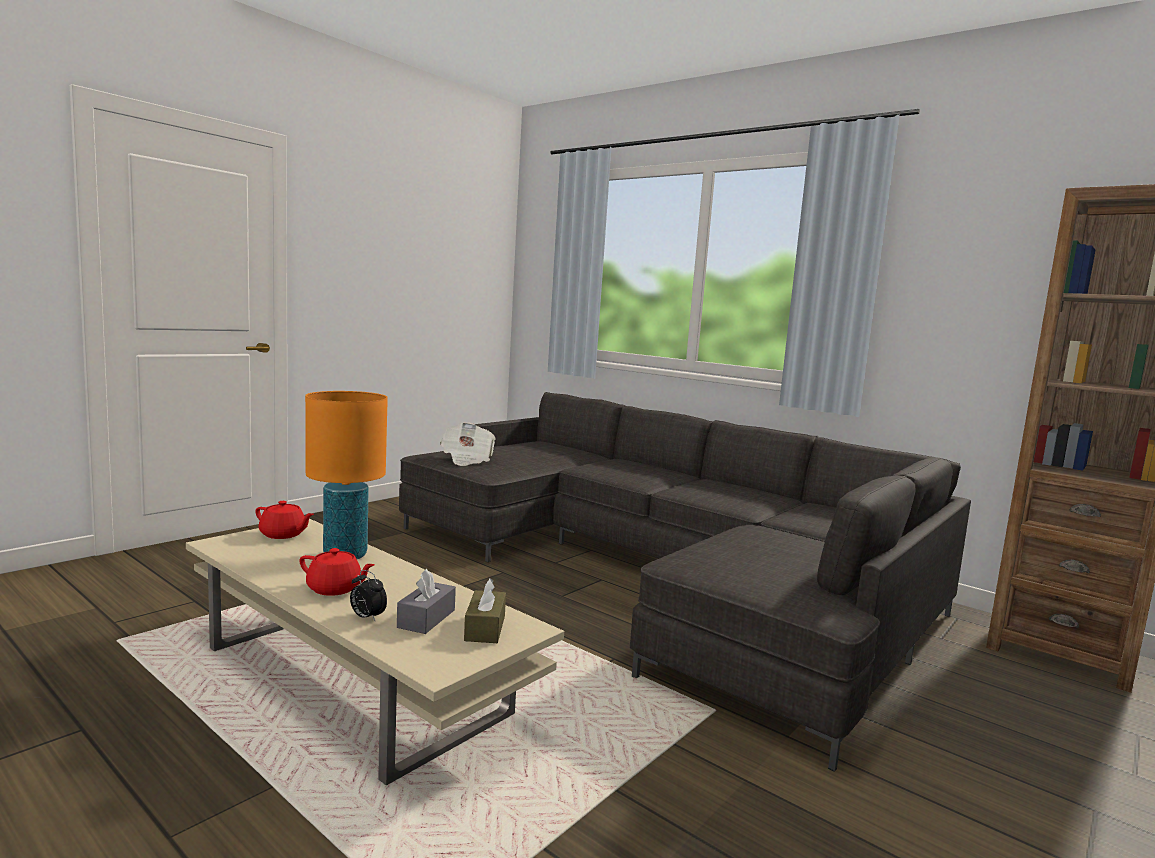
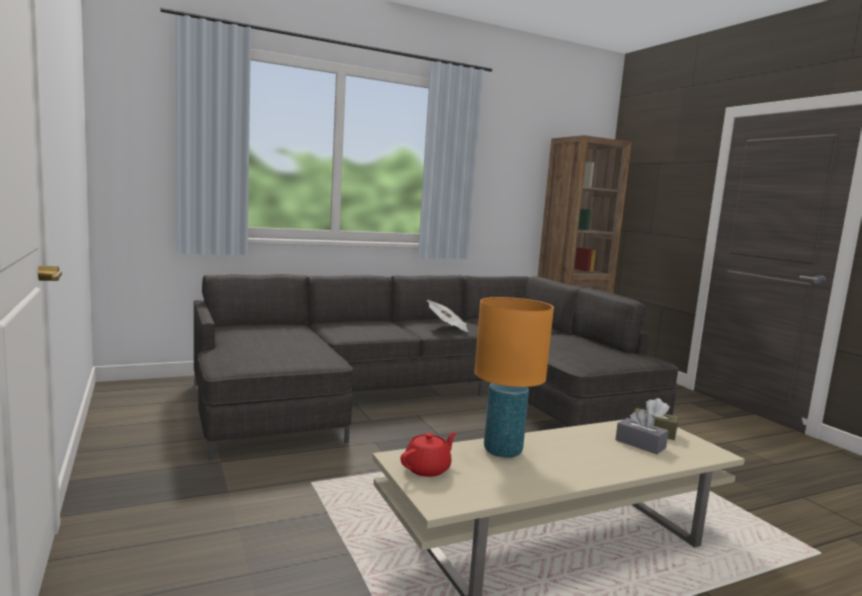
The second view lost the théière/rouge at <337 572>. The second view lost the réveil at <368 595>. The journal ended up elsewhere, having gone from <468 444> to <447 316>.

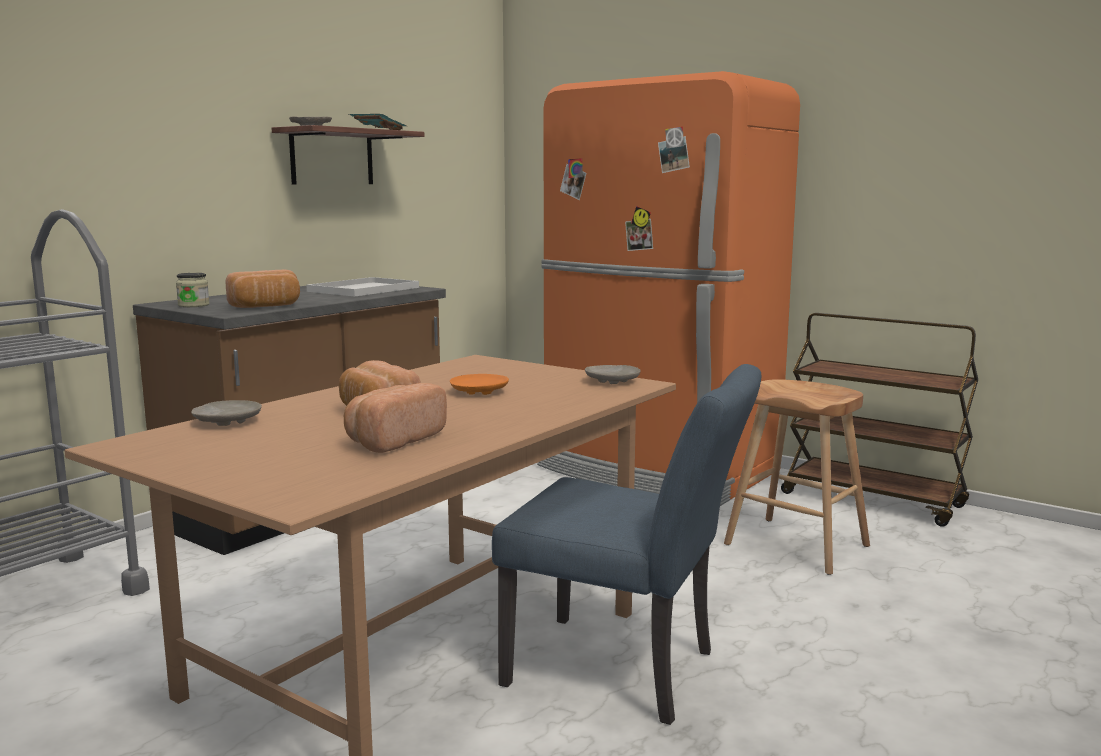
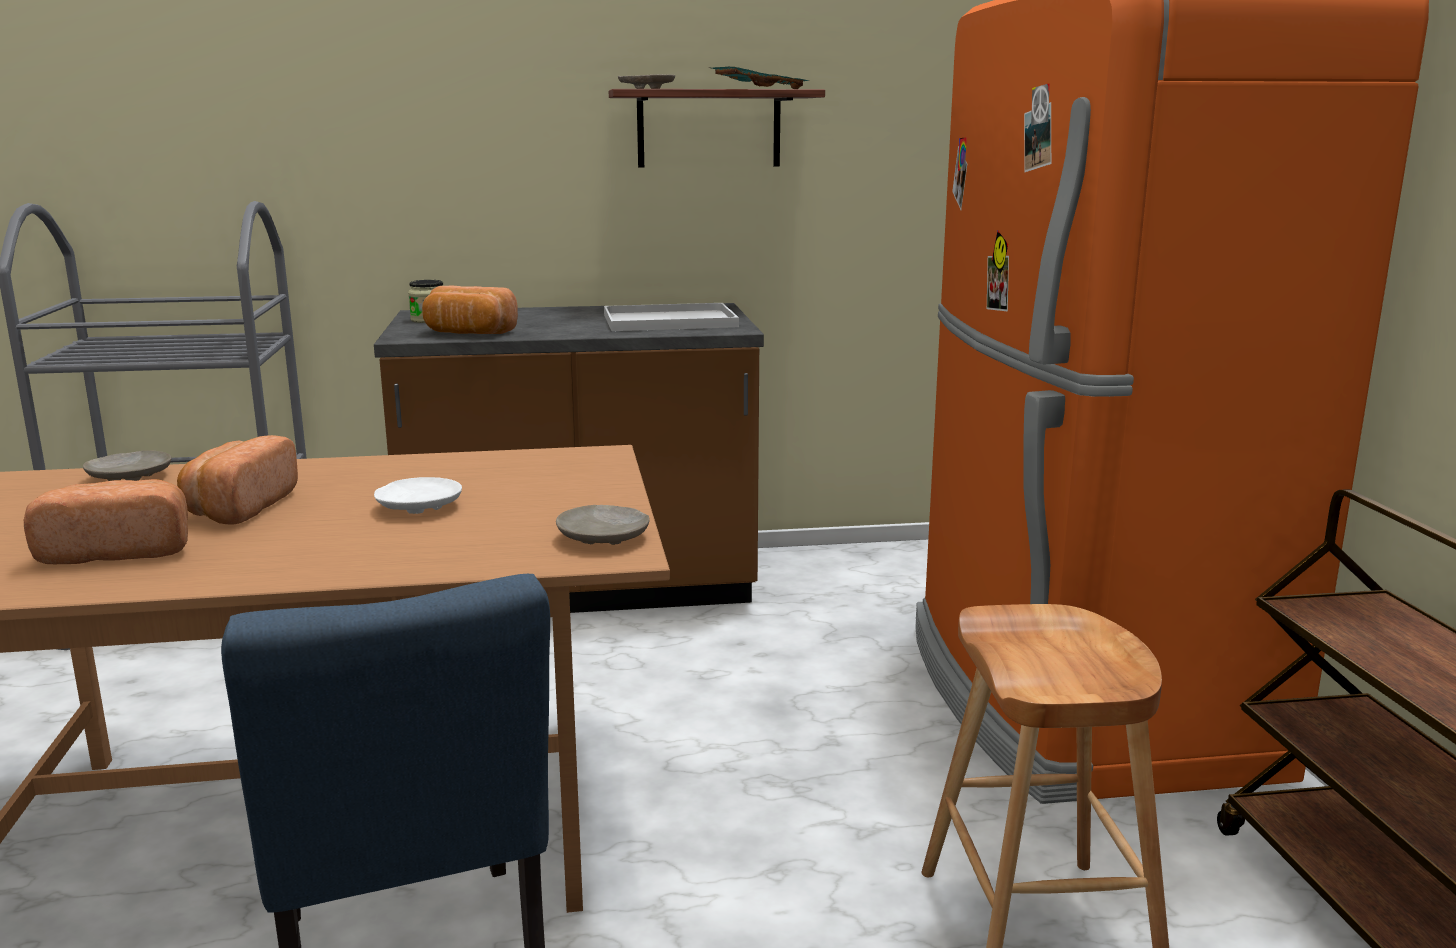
What was the assiette/orange at <479 384> turned into the assiette/blanc at <418 495>.

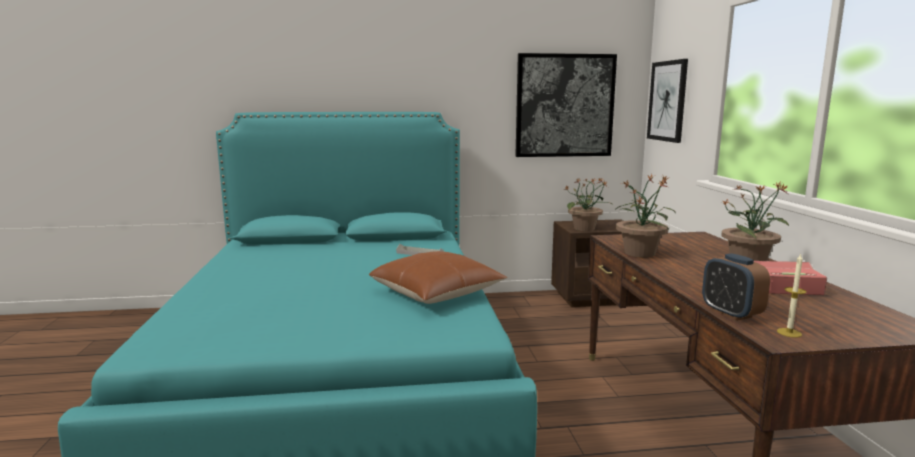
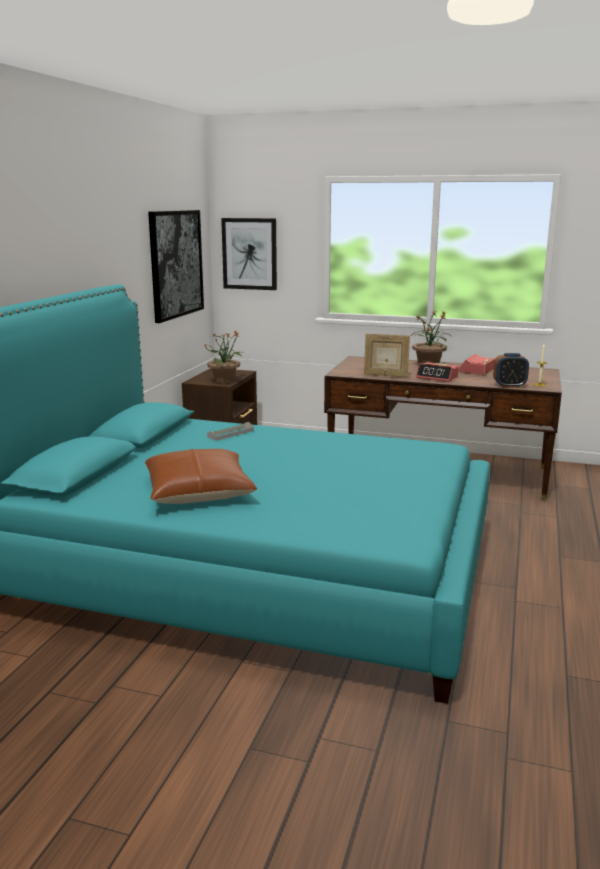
The coussin/marron ended up elsewhere, having gone from <438 277> to <201 476>. Where the plante en pot stood at <645 215>, the cadre photo came to stand at <387 355>. The second view gained the réveil at <437 372>.

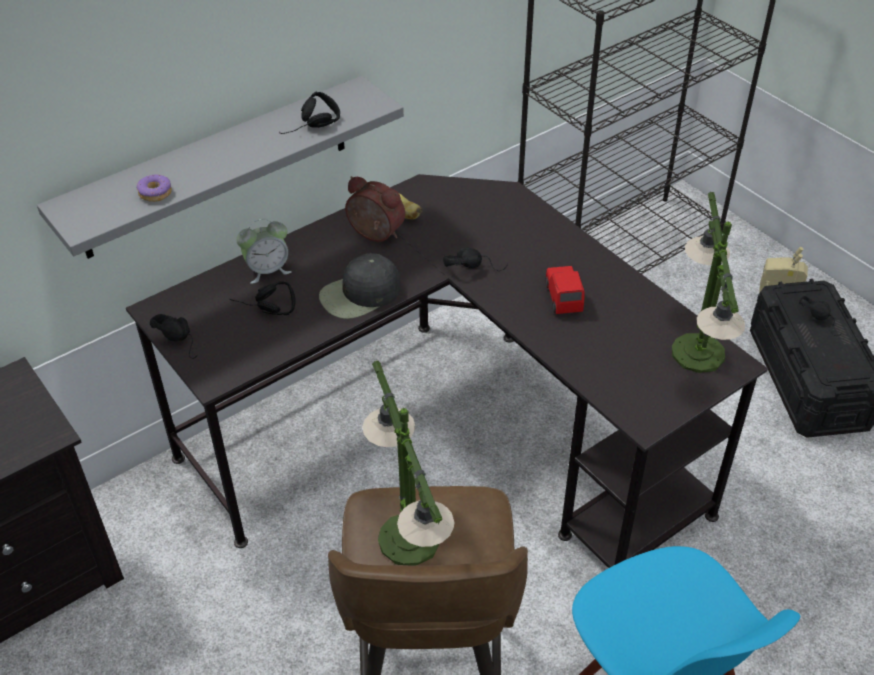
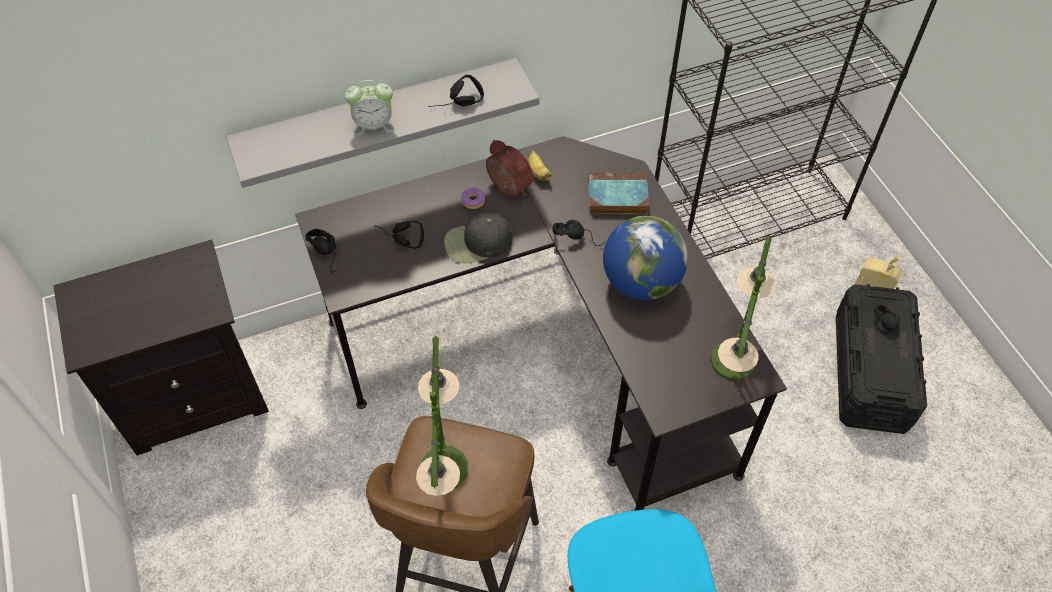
The beignet ended up elsewhere, having gone from <154 188> to <473 198>. The réveil ended up elsewhere, having gone from <264 251> to <369 108>. Where the petite voiture/rouge stood at <565 290>, the globe came to stand at <645 258>. The second view gained the livre at <618 193>.

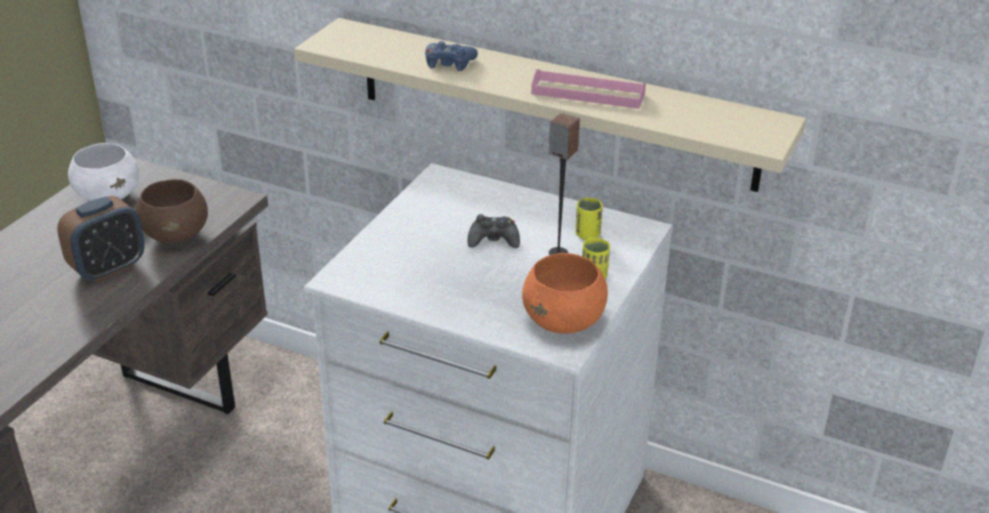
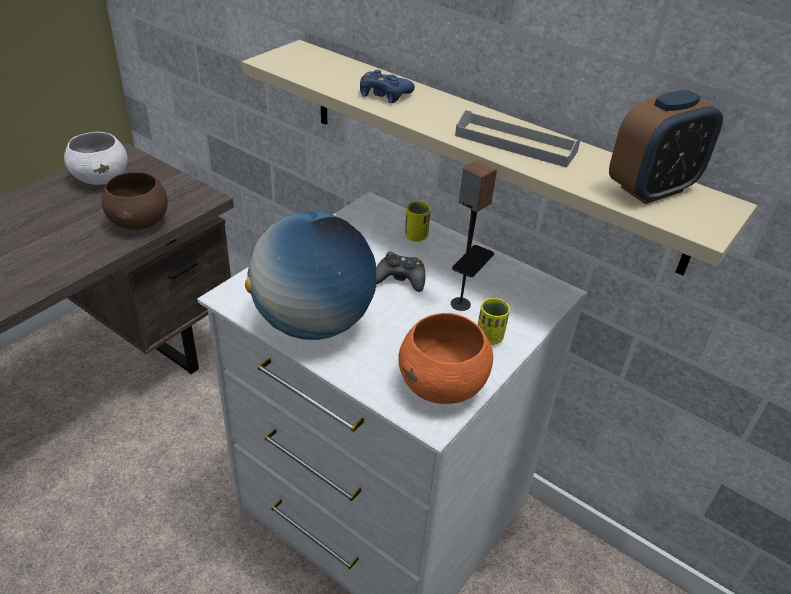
The réveil ended up elsewhere, having gone from <101 239> to <666 147>. What was the plateau/rose at <588 89> turned into the plateau/gris at <517 139>. The tasse/jaune ended up elsewhere, having gone from <589 219> to <418 221>. The second view gained the globe at <310 275>. The second view gained the téléphone at <473 261>.

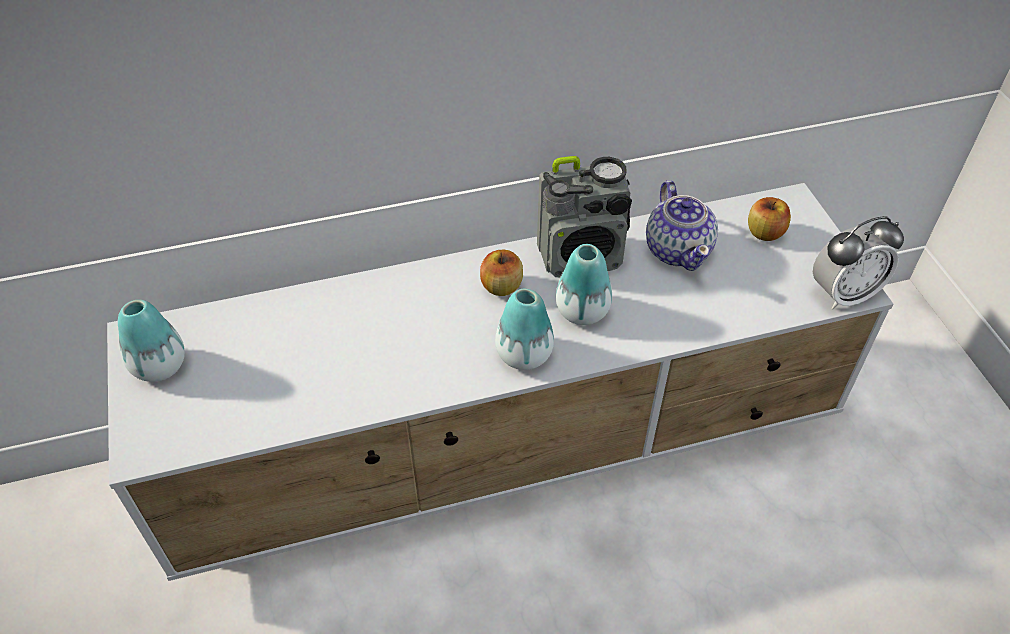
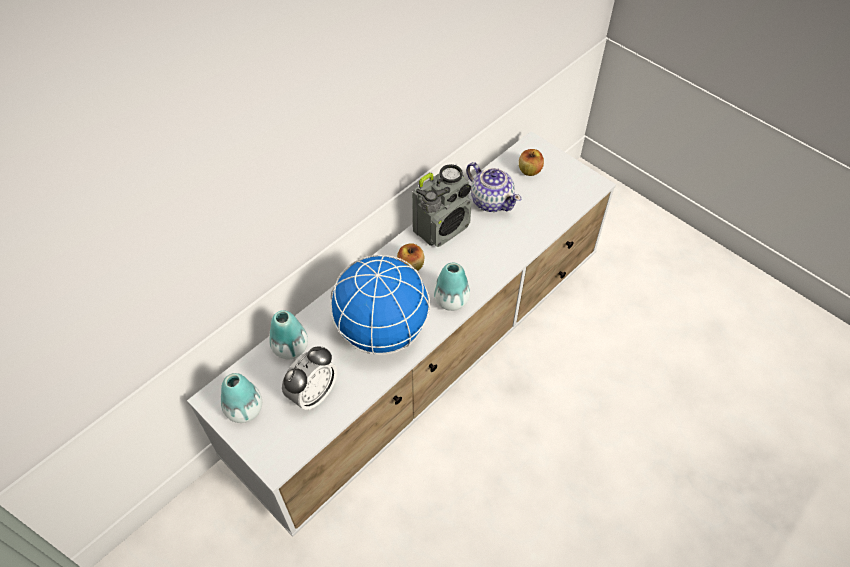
The vase ended up elsewhere, having gone from <584 284> to <288 334>. The réveil ended up elsewhere, having gone from <858 262> to <309 378>. The second view gained the globe at <380 305>.

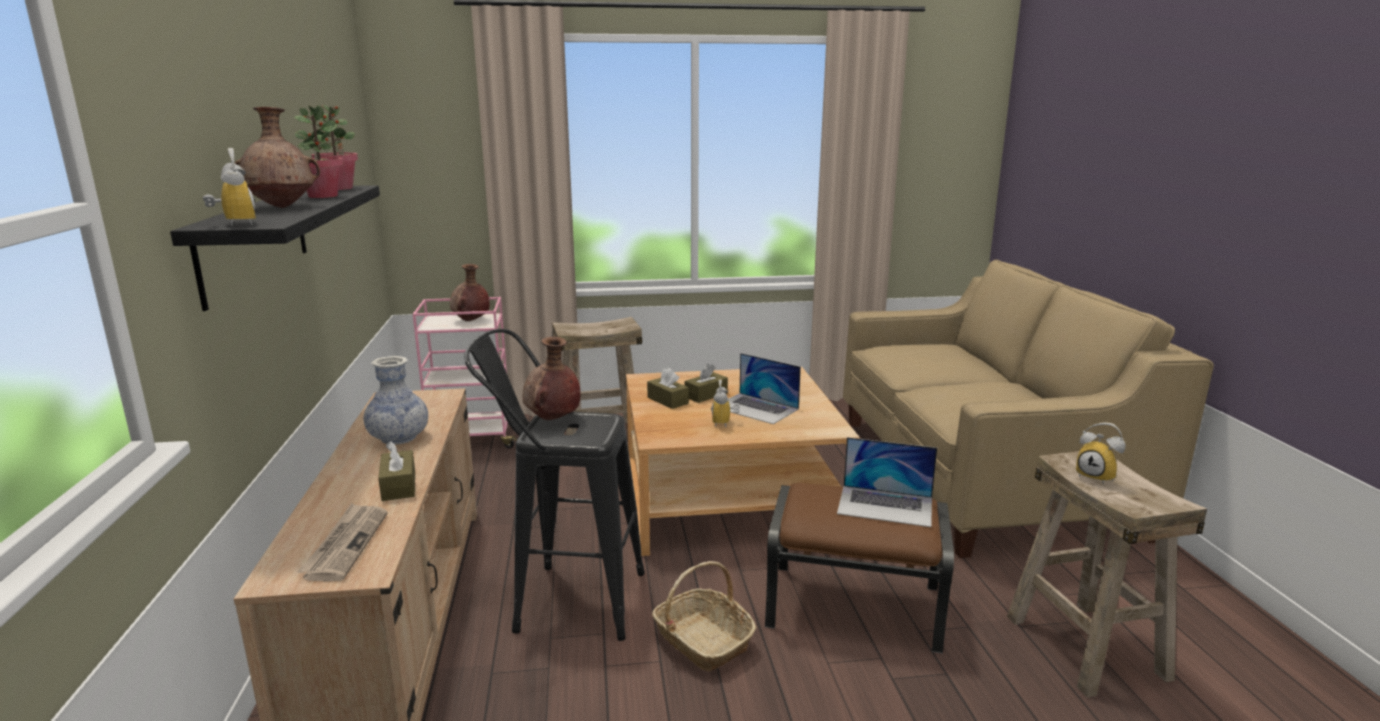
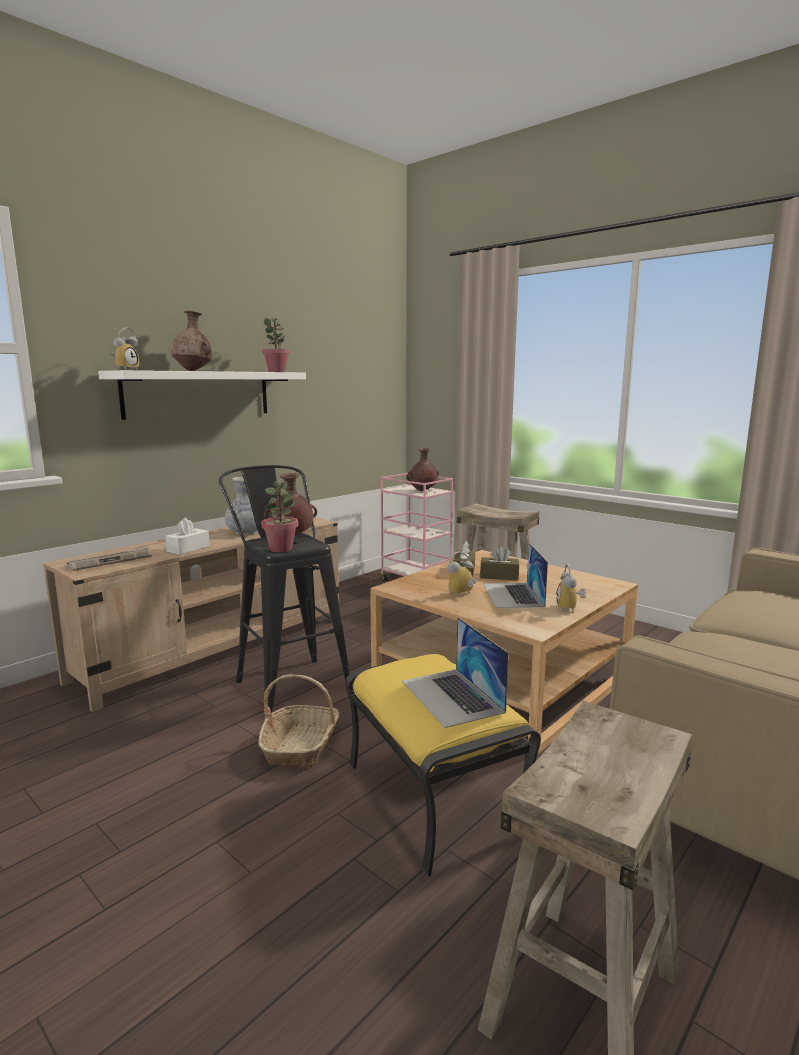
What was the étagère/noir at <275 248> turned into the étagère/blanc at <202 395>. The plante en pot ended up elsewhere, having gone from <318 152> to <280 516>. What was the boîte à mouchoirs/marron at <396 471> turned into the boîte à mouchoirs/blanc at <187 536>. What was the pouf/marron at <859 568> turned into the pouf/jaune at <443 765>. The réveil ended up elsewhere, having gone from <1100 453> to <571 588>.

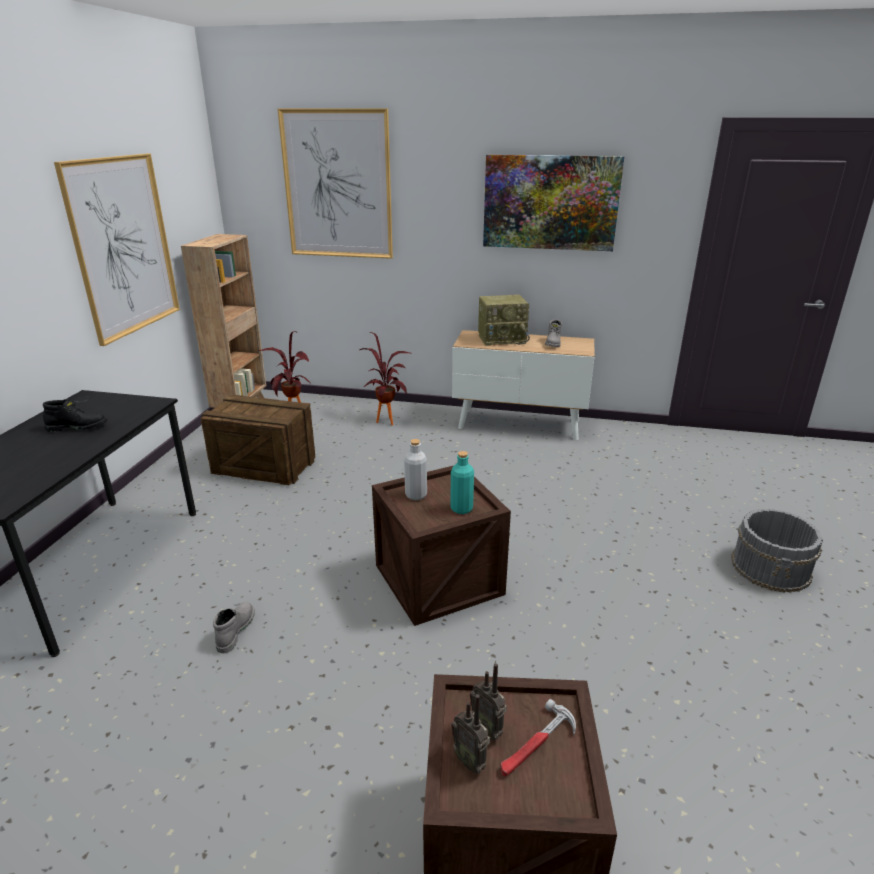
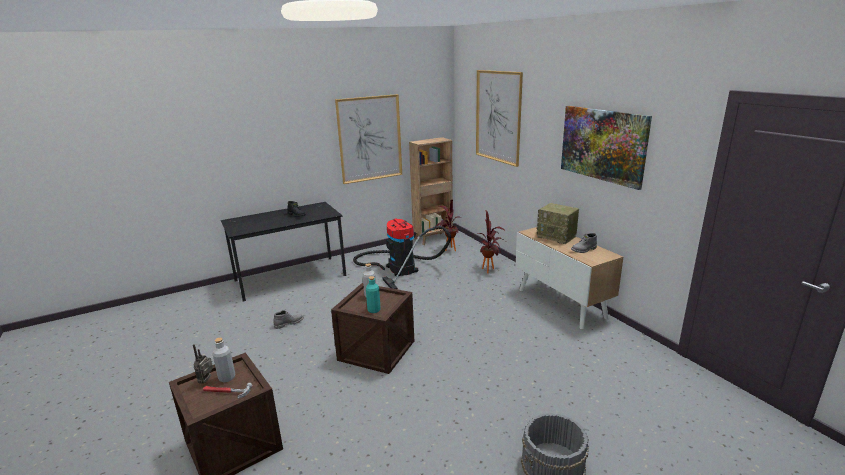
Where the caisse stood at <257 440>, the aspirateur came to stand at <402 253>. Where the radio stood at <488 701>, the bouteille/gris came to stand at <223 360>.

